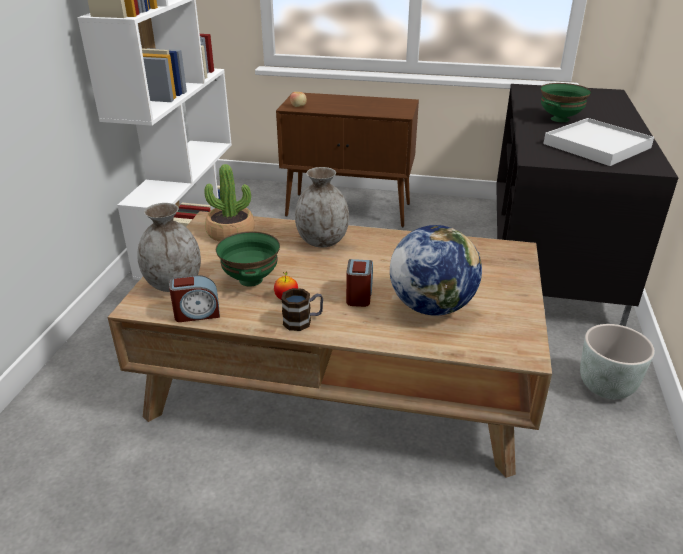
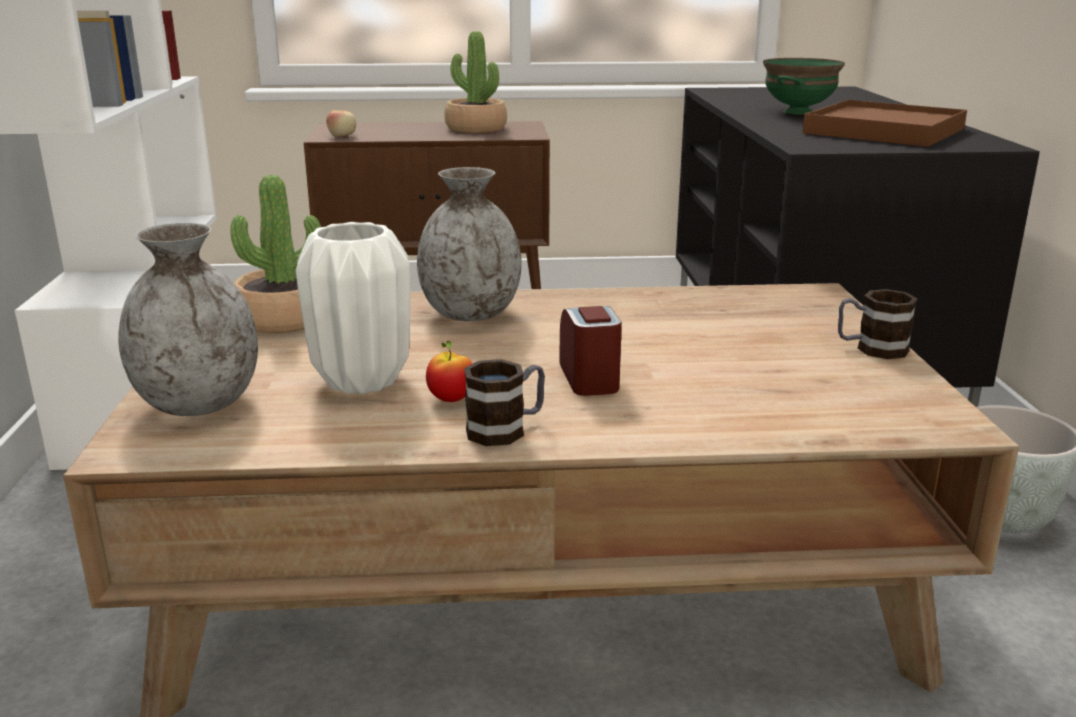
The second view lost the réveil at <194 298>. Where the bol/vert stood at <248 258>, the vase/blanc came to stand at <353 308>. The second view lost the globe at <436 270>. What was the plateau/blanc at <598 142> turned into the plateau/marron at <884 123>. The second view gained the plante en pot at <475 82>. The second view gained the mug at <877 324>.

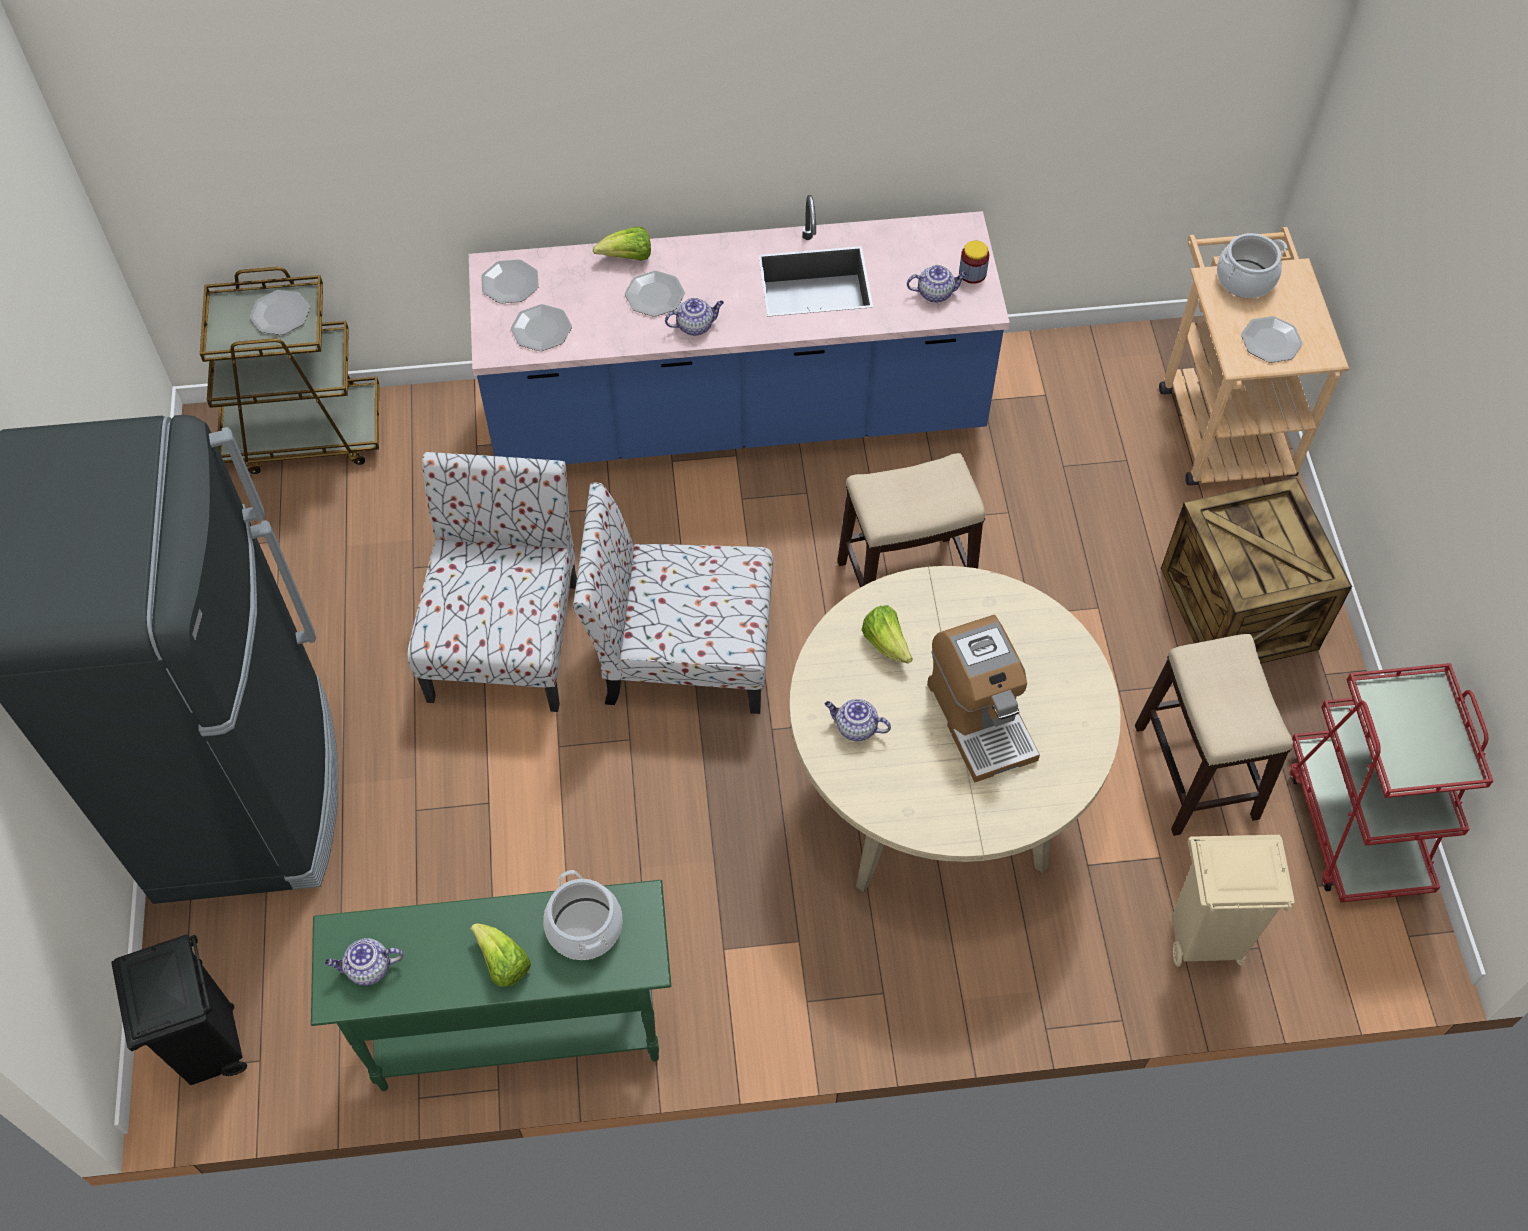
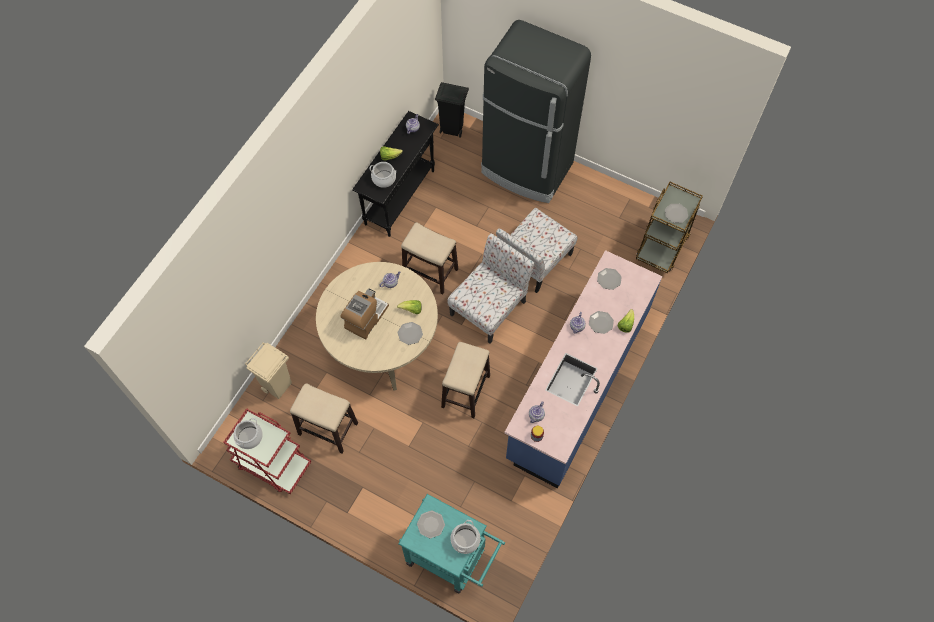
What was the table console/vert at <491 985> turned into the table console/noir at <395 174>. The chaise at <492 582> ended up facing another way, 90 degrees clockwise from before. The assiette ended up elsewhere, having gone from <510 281> to <410 333>. The machine à café at <983 698> ended up facing another way, 105 degrees clockwise from before. What was the chariot/beige at <1254 356> turned into the chariot/turquoise at <452 544>. The second view lost the caisse at <1256 570>. The second view gained the marmite at <248 433>. The second view gained the tabouret at <429 258>.

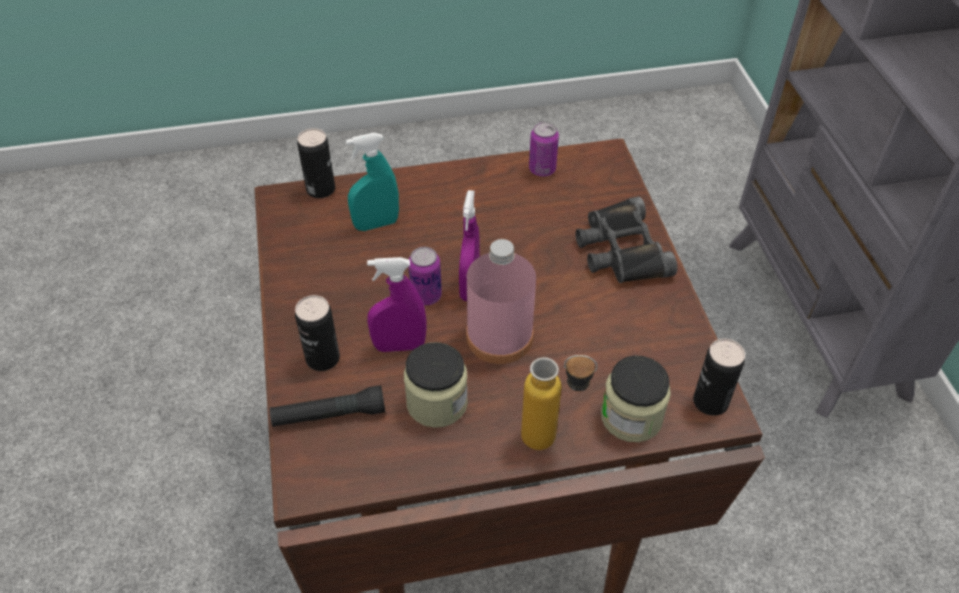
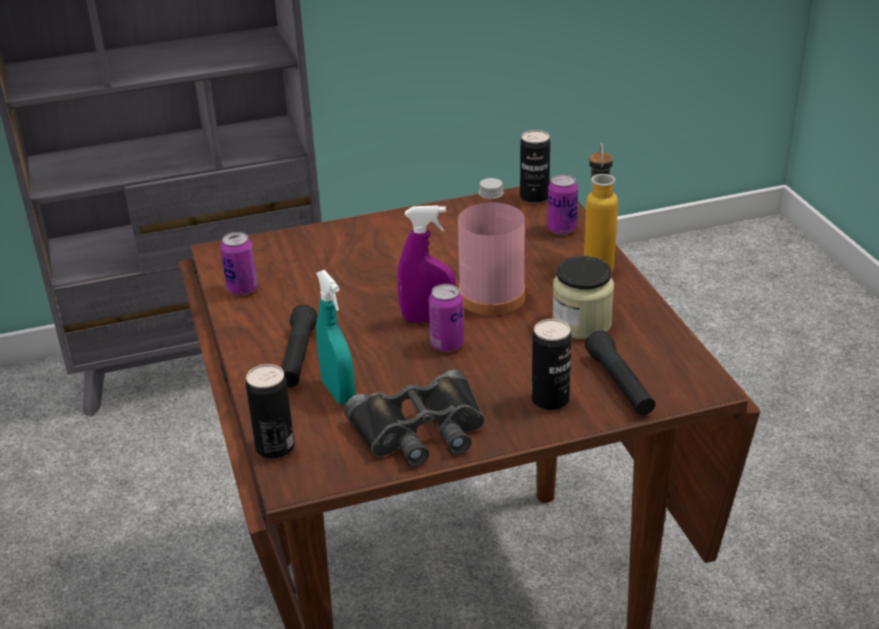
The second view lost the vaporisateur/violet at <396 304>. The jumelles/noir ended up elsewhere, having gone from <626 240> to <414 418>. Where the bocal stood at <636 398>, the boîte métallique came to stand at <562 204>. The second view gained the lampe de poche/noir at <299 346>.

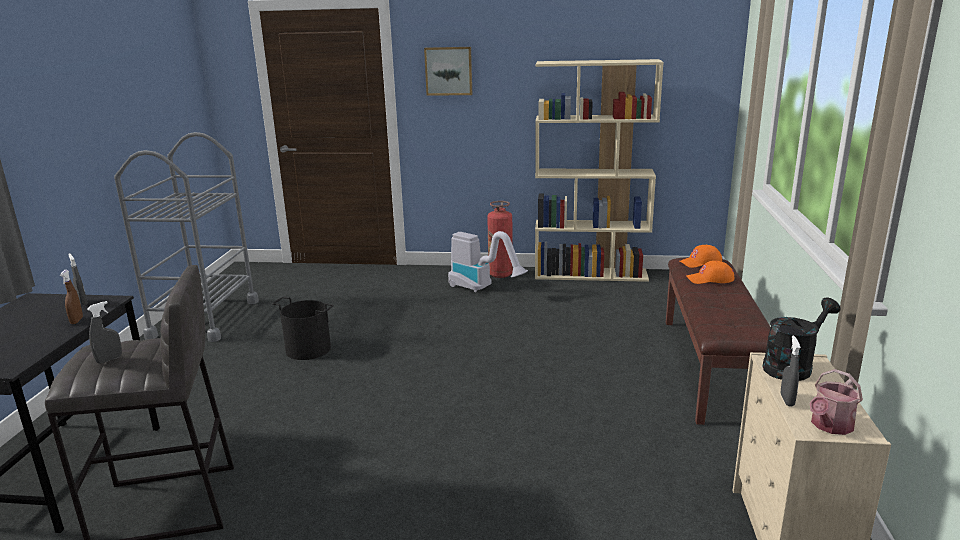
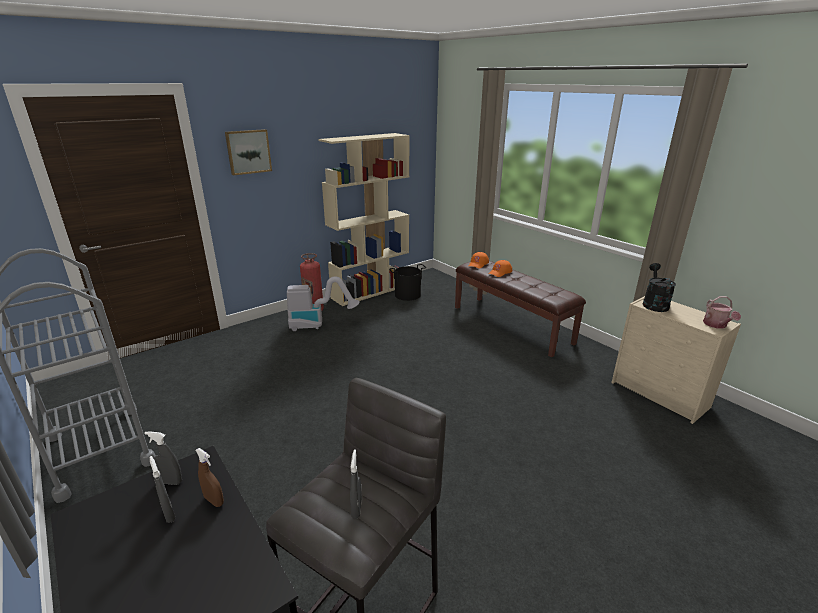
The seau/noir ended up elsewhere, having gone from <303 328> to <407 282>. The vaporisateur/gris ended up elsewhere, having gone from <791 370> to <162 489>.

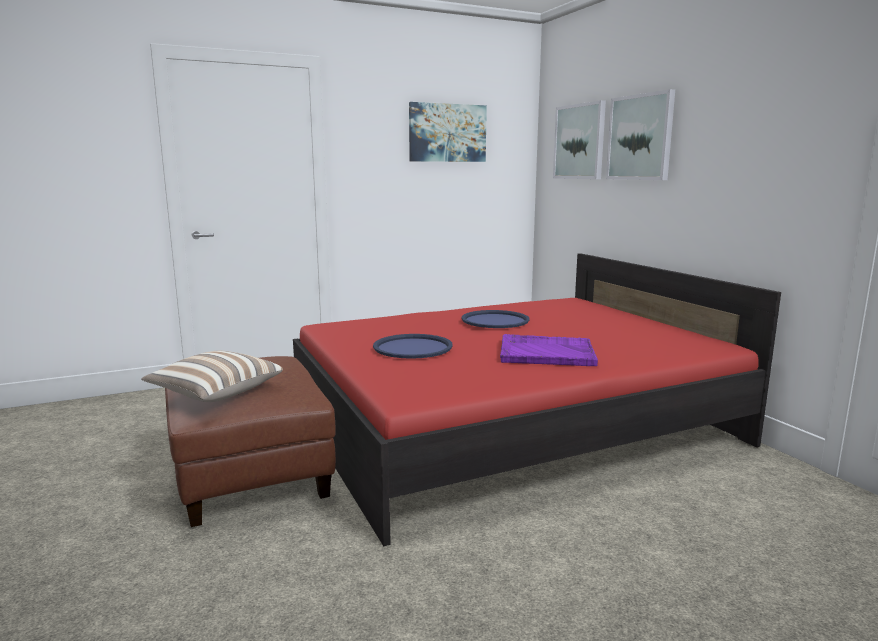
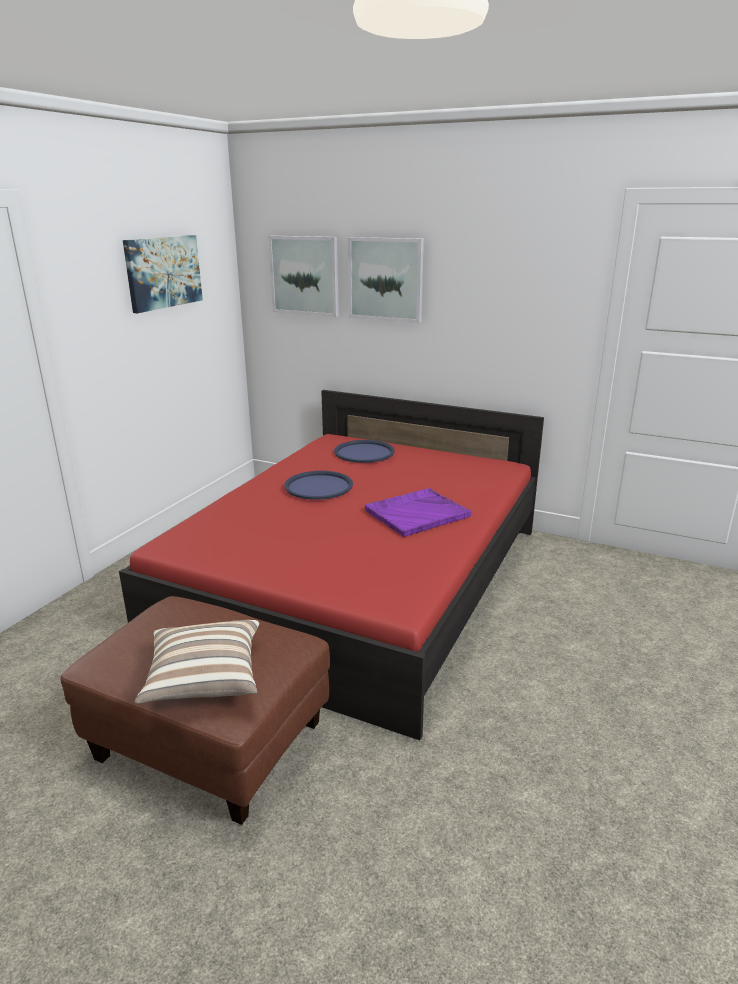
The plateau/bleu ended up elsewhere, having gone from <413 346> to <364 451>.

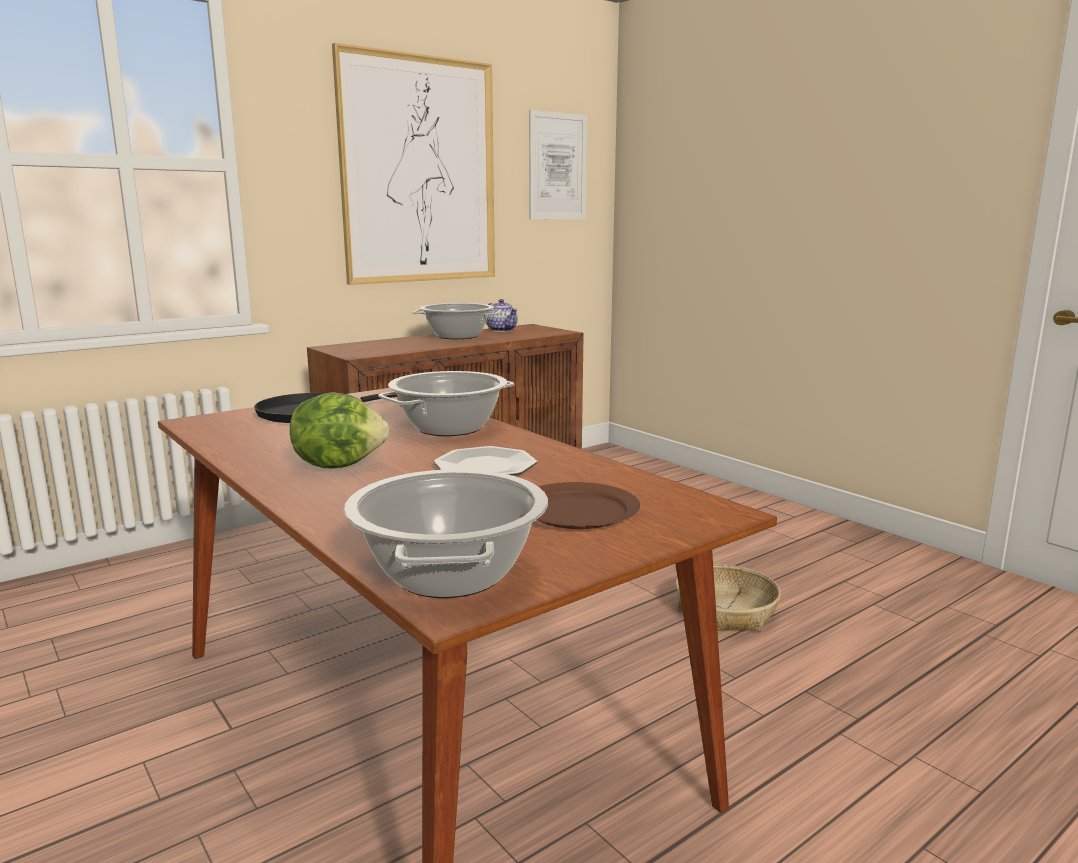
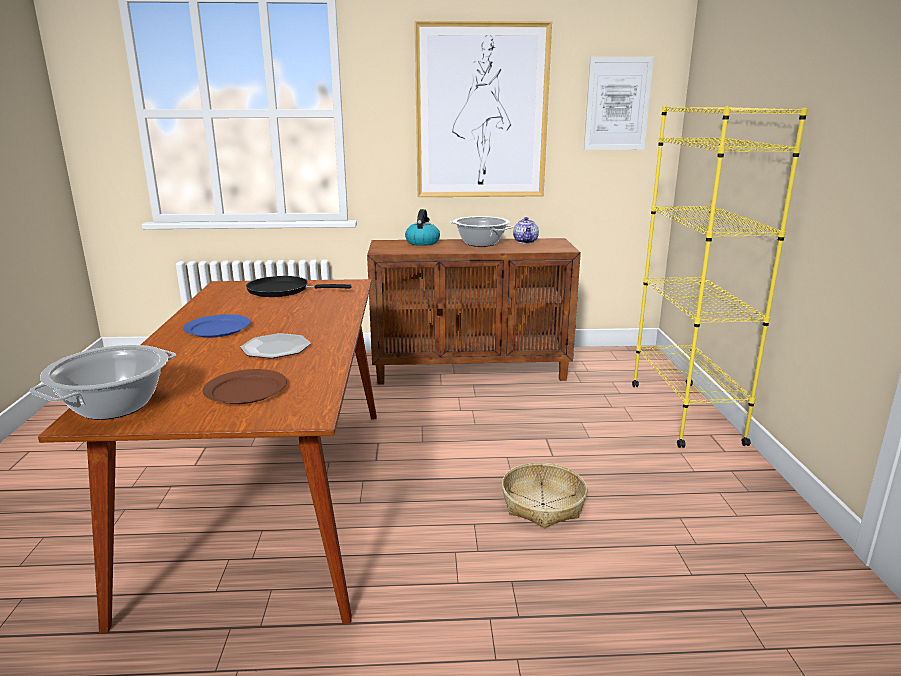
Where the laitue stood at <339 430>, the assiette/bleu came to stand at <217 325>. The second view lost the marmite at <446 403>. The second view gained the bouilloire at <422 227>. The second view gained the bibliothèque/jaune at <720 277>.

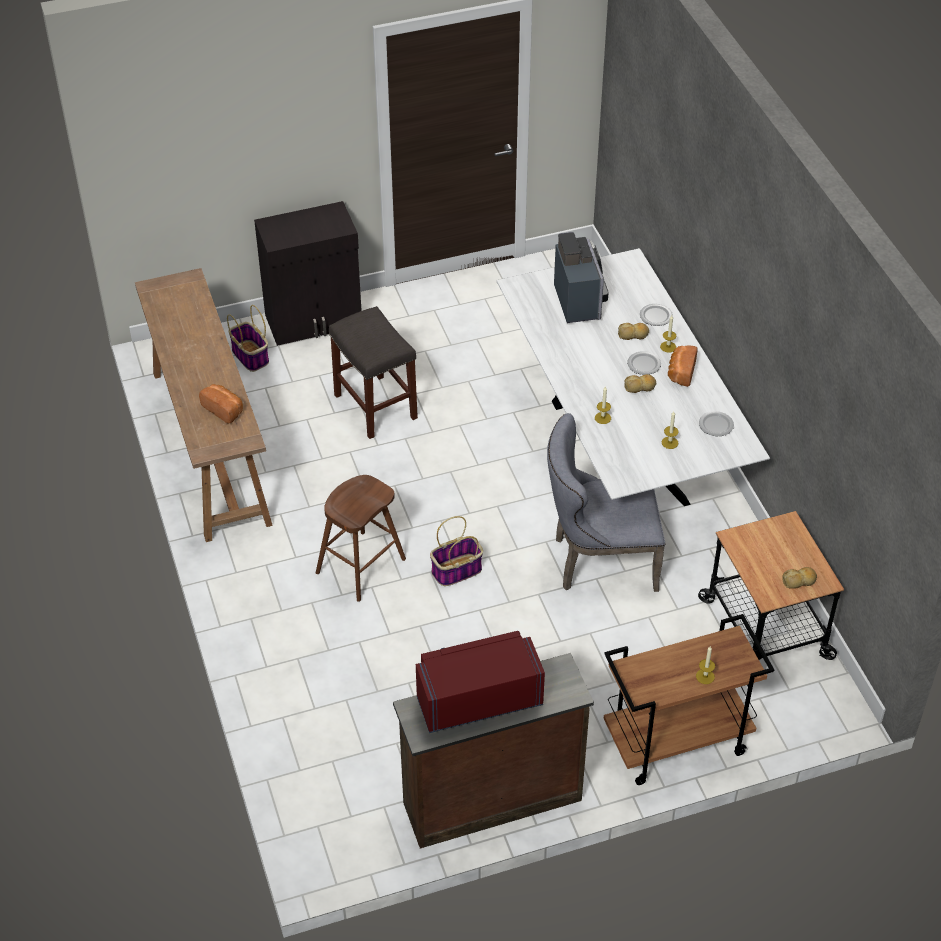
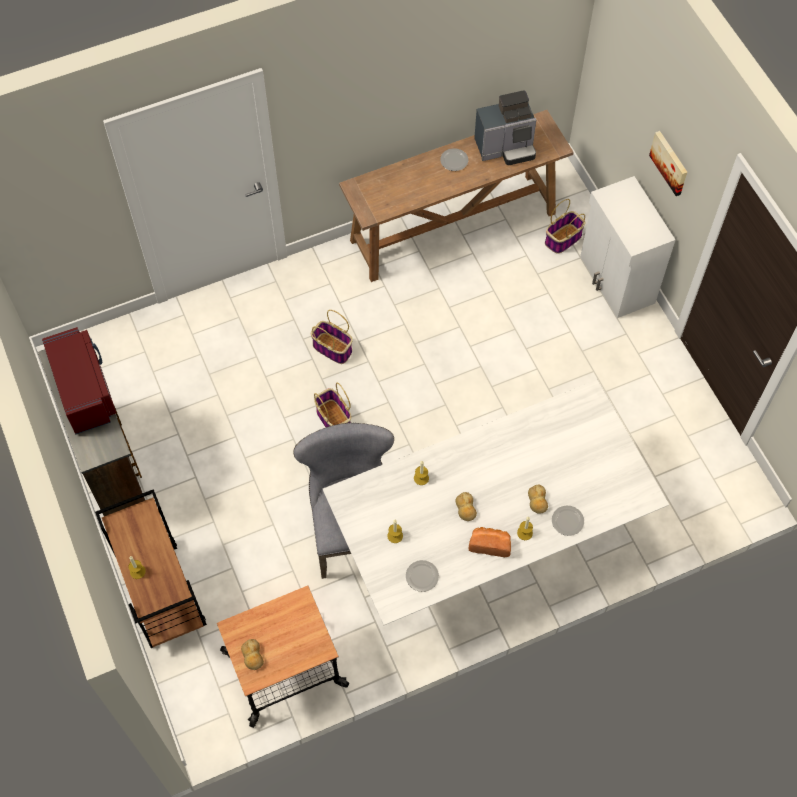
The second view lost the pain at <221 403>. What was the meuble de rangement/noir at <308 273> turned into the meuble de rangement/blanc at <627 247>. Where the tabouret/marron stood at <361 538>, the panier came to stand at <332 337>. The second view lost the tabouret/gris at <373 372>. The machine à café ended up elsewhere, having gone from <581 277> to <505 127>. The assiette ended up elsewhere, having gone from <644 363> to <454 159>. The second view gained the tableau at <668 163>.

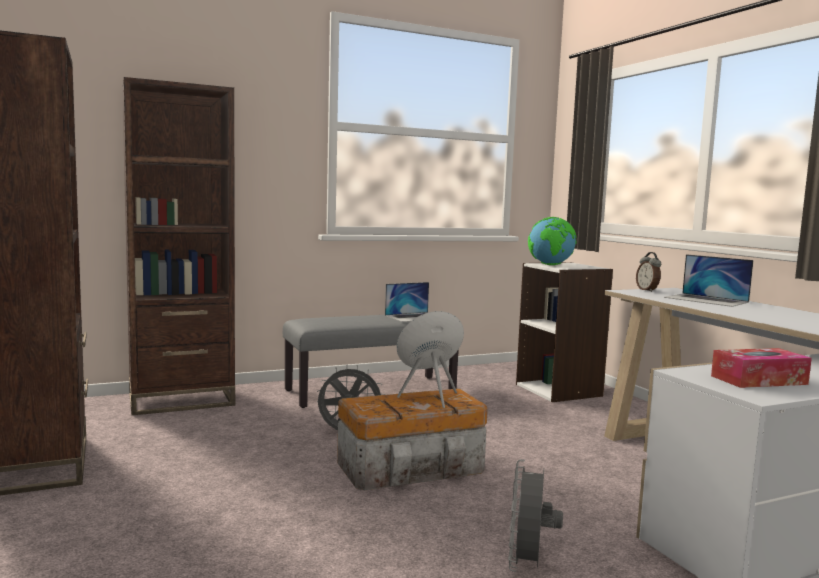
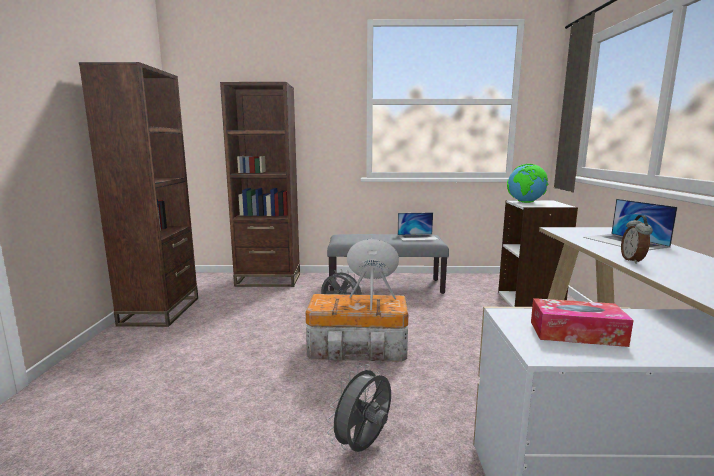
The réveil ended up elsewhere, having gone from <648 272> to <637 239>.

